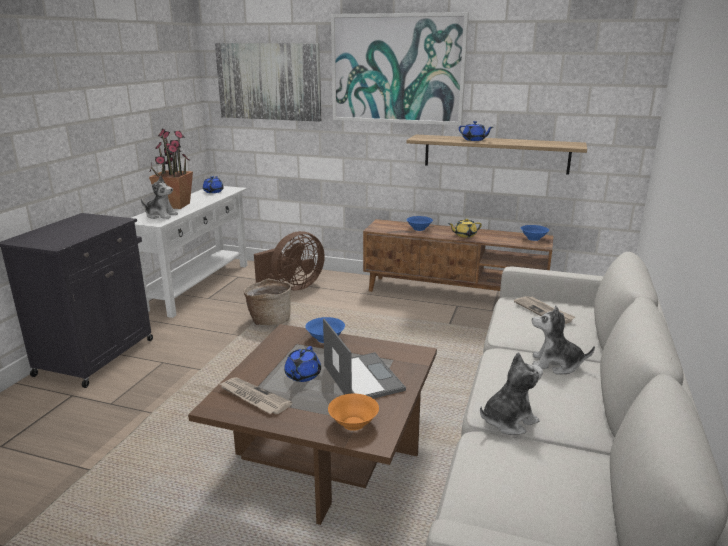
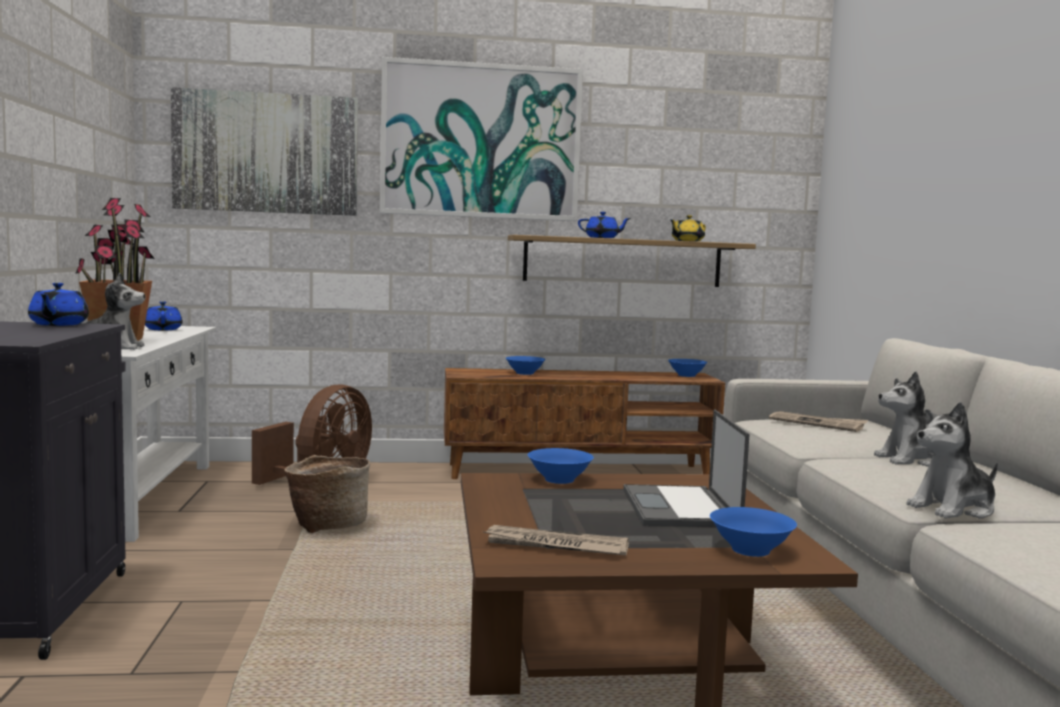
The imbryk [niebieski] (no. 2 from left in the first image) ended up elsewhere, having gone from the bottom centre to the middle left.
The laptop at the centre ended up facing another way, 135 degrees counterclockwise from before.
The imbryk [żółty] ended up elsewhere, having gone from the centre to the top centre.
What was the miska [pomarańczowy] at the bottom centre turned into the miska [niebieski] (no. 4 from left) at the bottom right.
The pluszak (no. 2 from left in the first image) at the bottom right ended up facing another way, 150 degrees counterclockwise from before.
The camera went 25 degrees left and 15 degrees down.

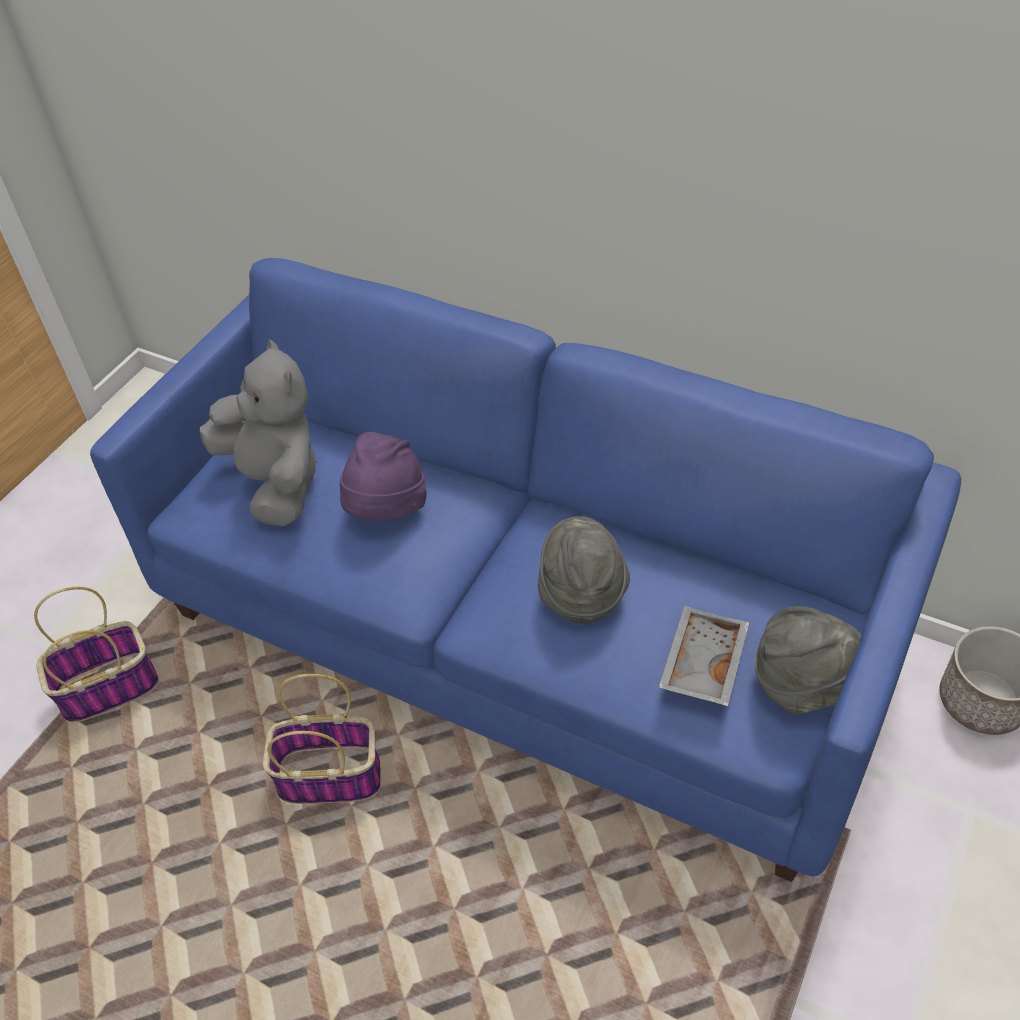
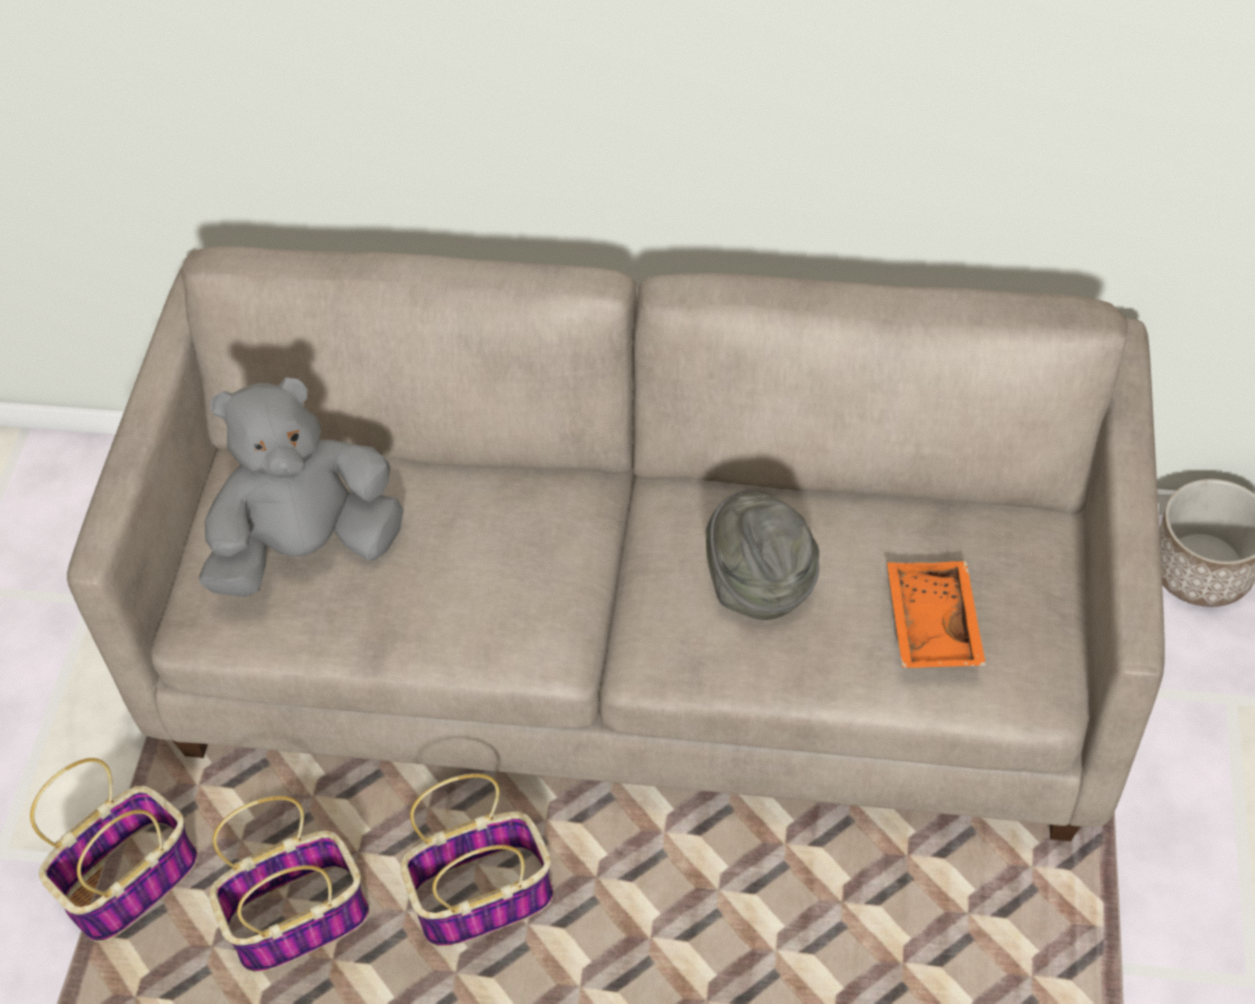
What was the kanapa [niebieski] at the centre turned into the kanapa [beżowy] at the centre.
The pluszak [szary] at the middle left ended up facing another way, 60 degrees counterclockwise from before.
The second view gained the koszyk (no. 2 from left) at the bottom left.
What was the taca [szary] at the middle right turned into the taca [pomarańczowy] at the middle right.
The second view lost the kapelusz [fioletowy] at the centre.
The second view lost the kapelusz [szary] (no. 2 from left) at the middle right.
The camera went 20 degrees left and 5 degrees up.

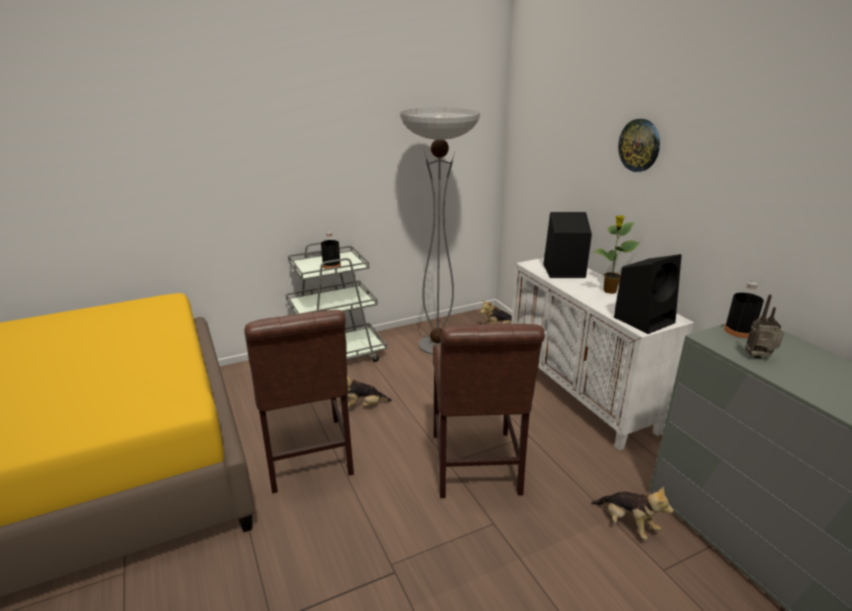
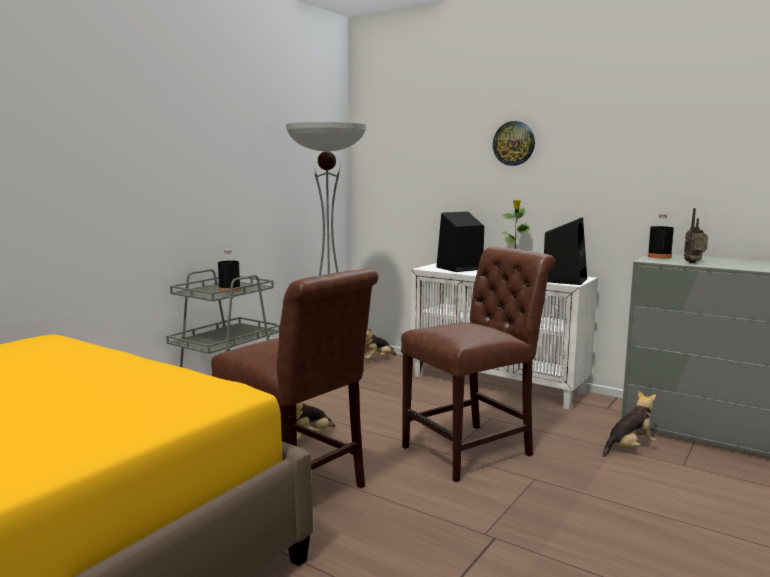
The krzesło [brązowy] (no. 2 from left) at the bottom centre ended up facing another way, 90 degrees counterclockwise from before.
The pluszak (no. 3 from left) at the bottom right ended up facing another way, 45 degrees counterclockwise from before.
The camera went 30 degrees left and 15 degrees down.

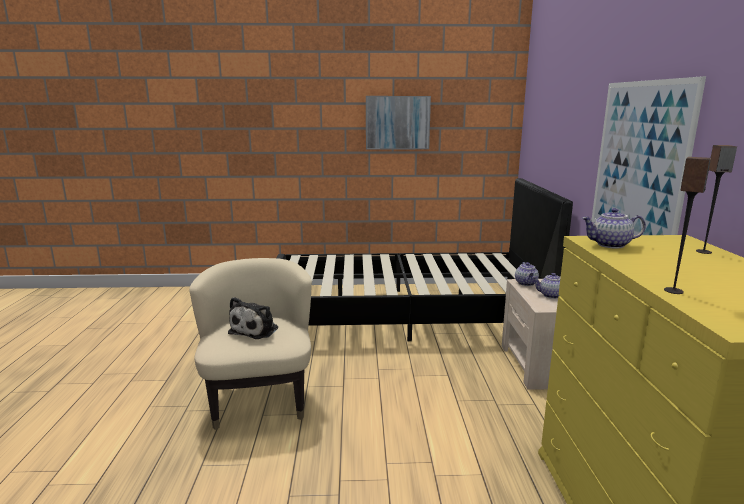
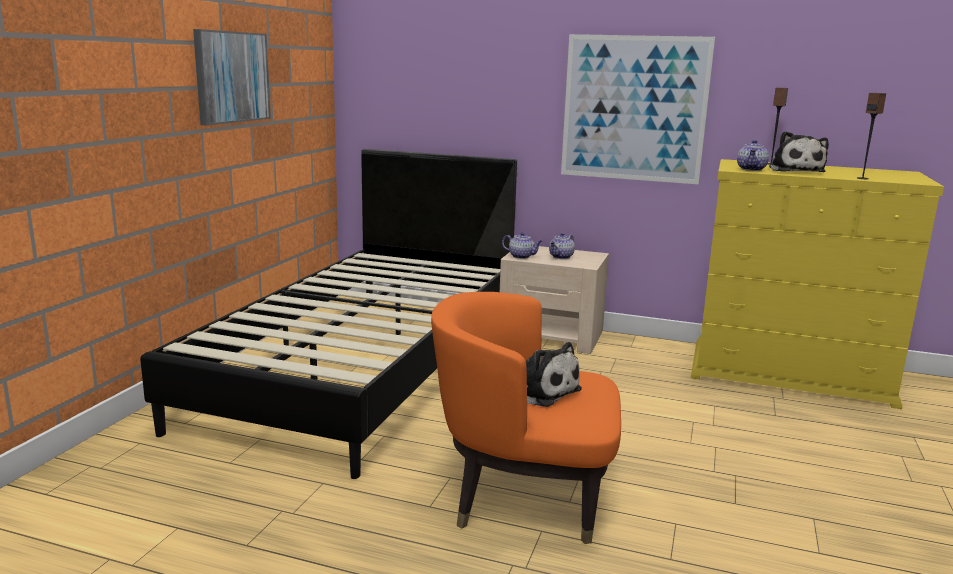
What was the fotel [beżowy] at the bottom centre turned into the fotel [pomarańczowy] at the bottom centre.
The second view gained the pluszak (no. 2 from left) at the top right.
The camera went 70 degrees left and 0 degrees up.

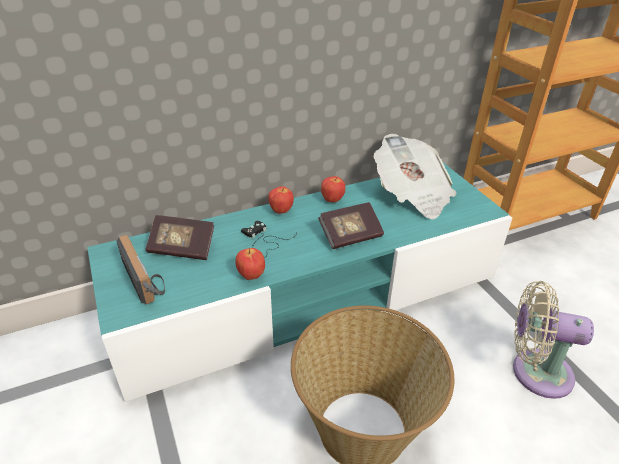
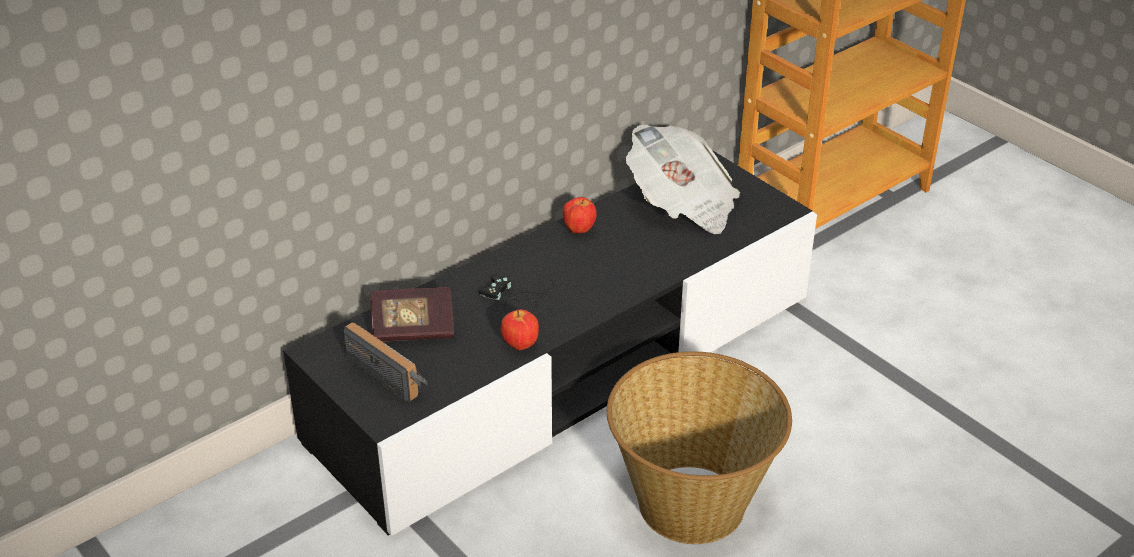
What was the szafka pod telewizor [turkusowy] at the centre turned into the szafka pod telewizor [czarny] at the centre.
The second view lost the jabłko (no. 2 from left) at the centre.
The second view lost the książka (no. 2 from left) at the centre.
The second view lost the wentylator [beżowy] at the bottom right.
The camera went 15 degrees left and 0 degrees up.

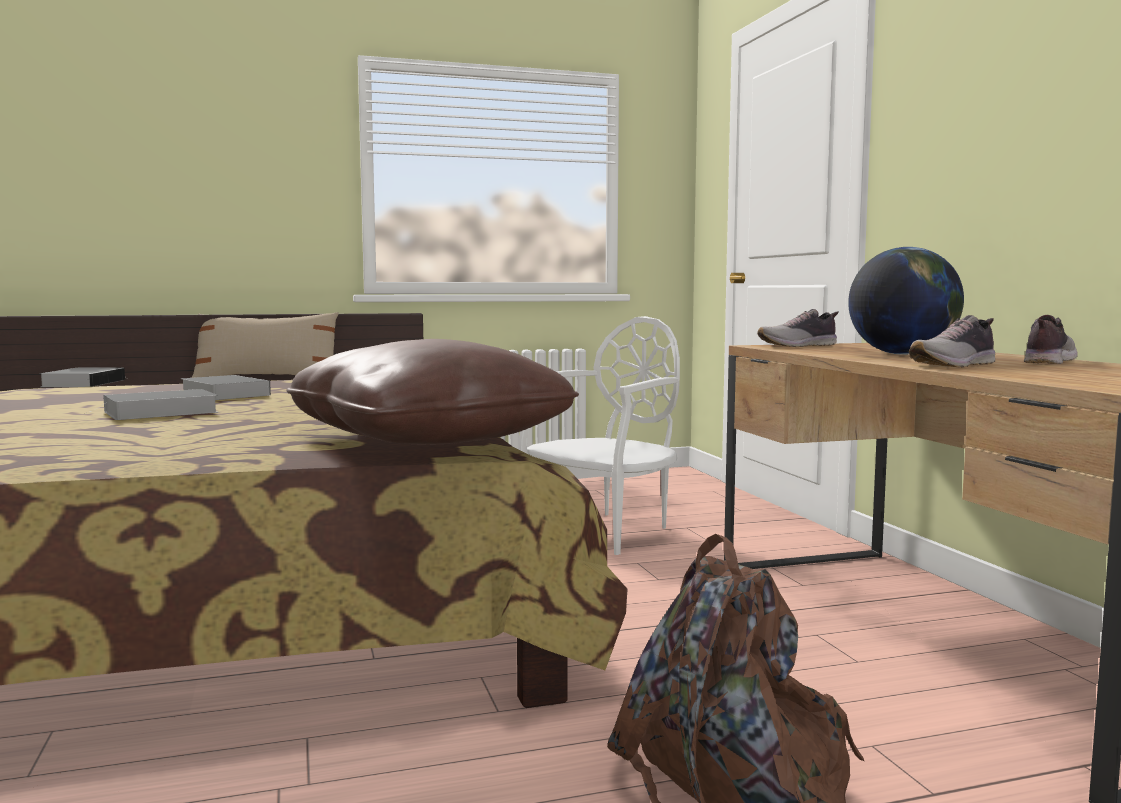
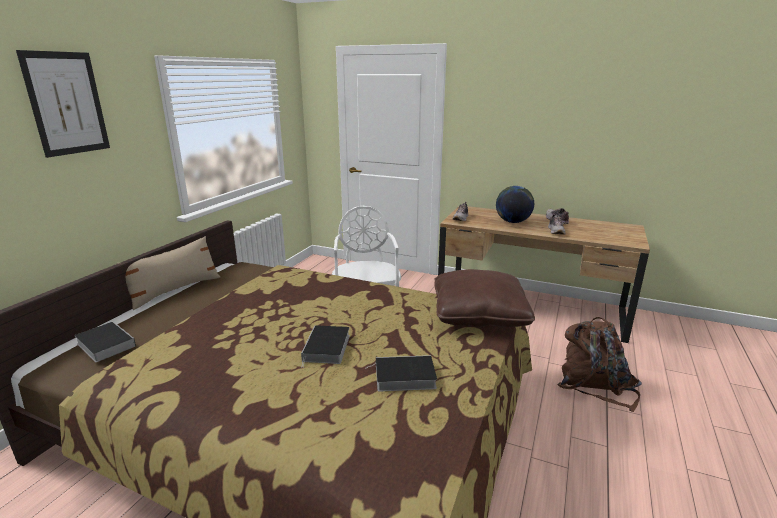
The second view gained the obraz at the top left.
The książka (no. 3 from left) ended up elsewhere, having gone from the middle left to the bottom centre.
The camera went 50 degrees left and 15 degrees up.

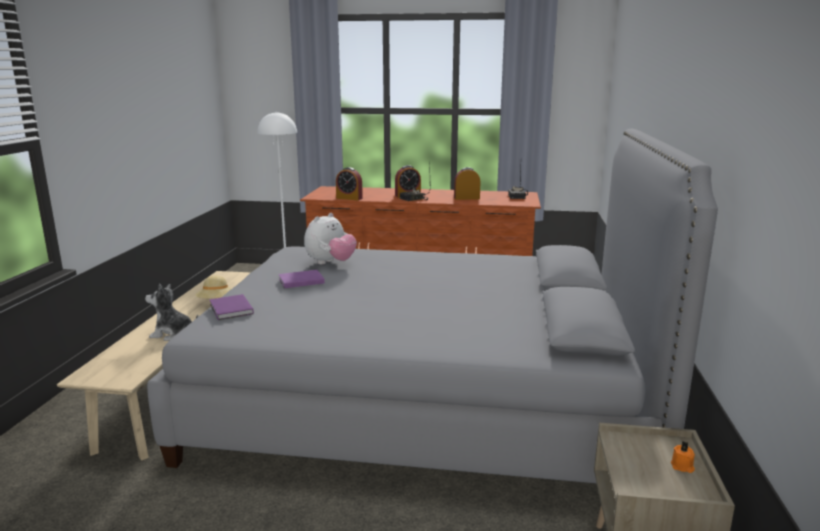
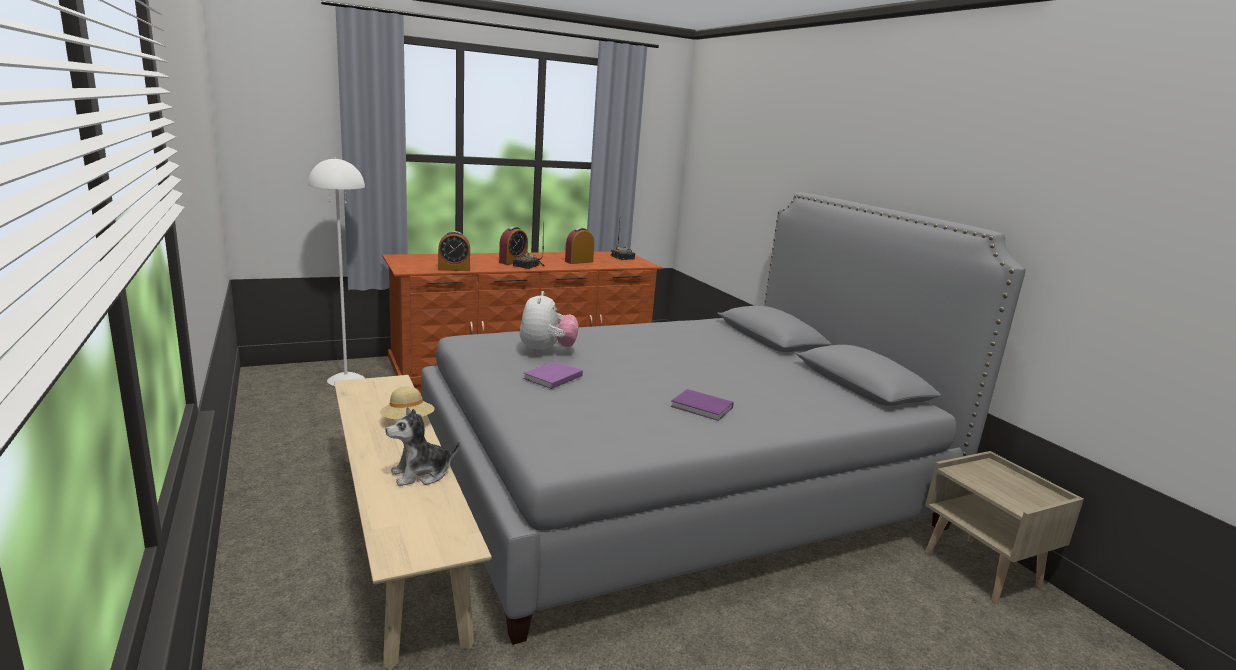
The książka [fioletowy] (no. 1 from left in the first image) ended up elsewhere, having gone from the middle left to the centre.
The second view lost the świeca [pomarańczowy] at the bottom right.
The camera went 35 degrees left and 0 degrees up.

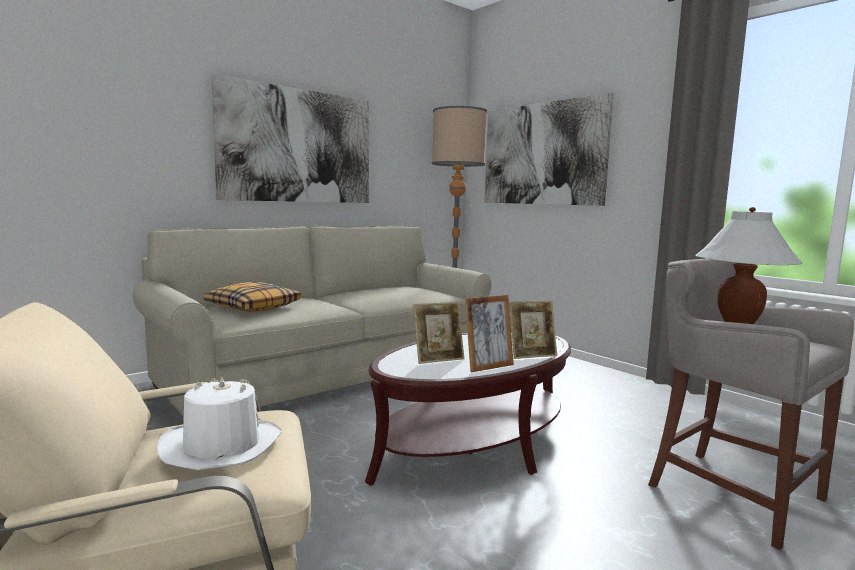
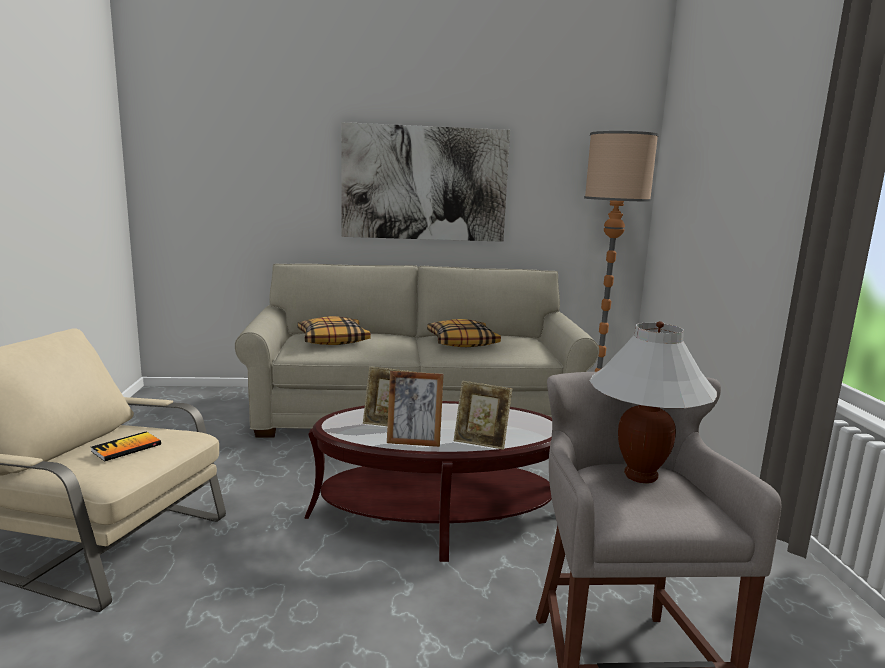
Where the kapelusz [biały] stood at the bottom left, the książka came to stand at the bottom left.
The second view gained the poduszka (no. 2 from left) at the centre.
The second view lost the obraz (no. 2 from left) at the top centre.
The camera went 35 degrees right and 5 degrees up.

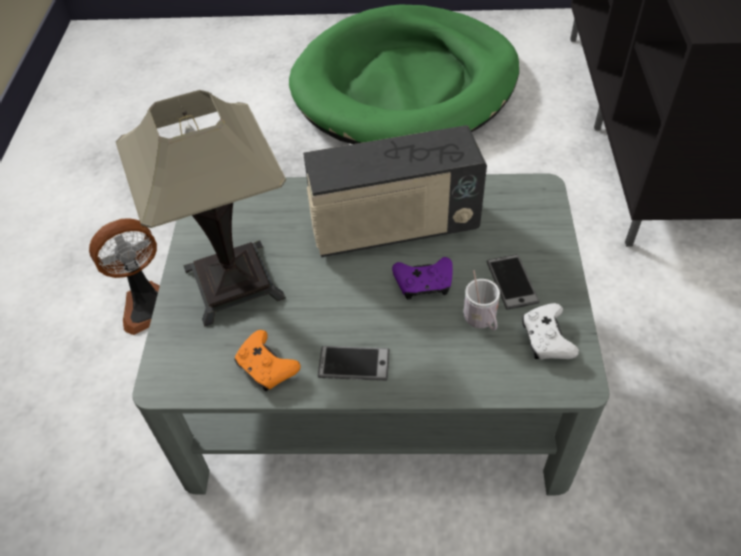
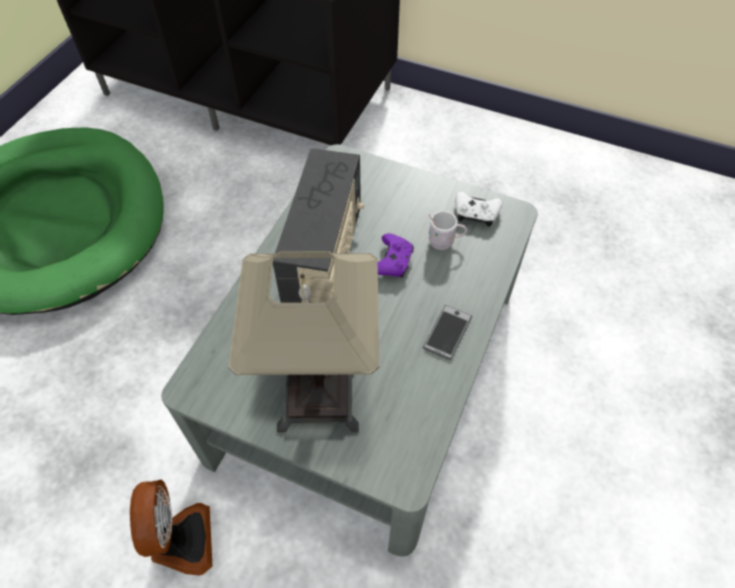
The second view lost the pad do gier [pomarańczowy] at the centre.
The second view lost the telefon (no. 2 from left) at the middle right.
The camera went 70 degrees left and 5 degrees up.

